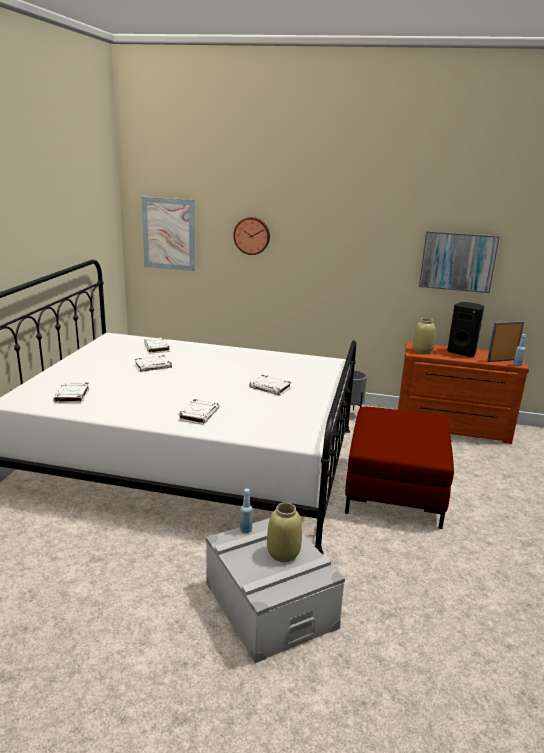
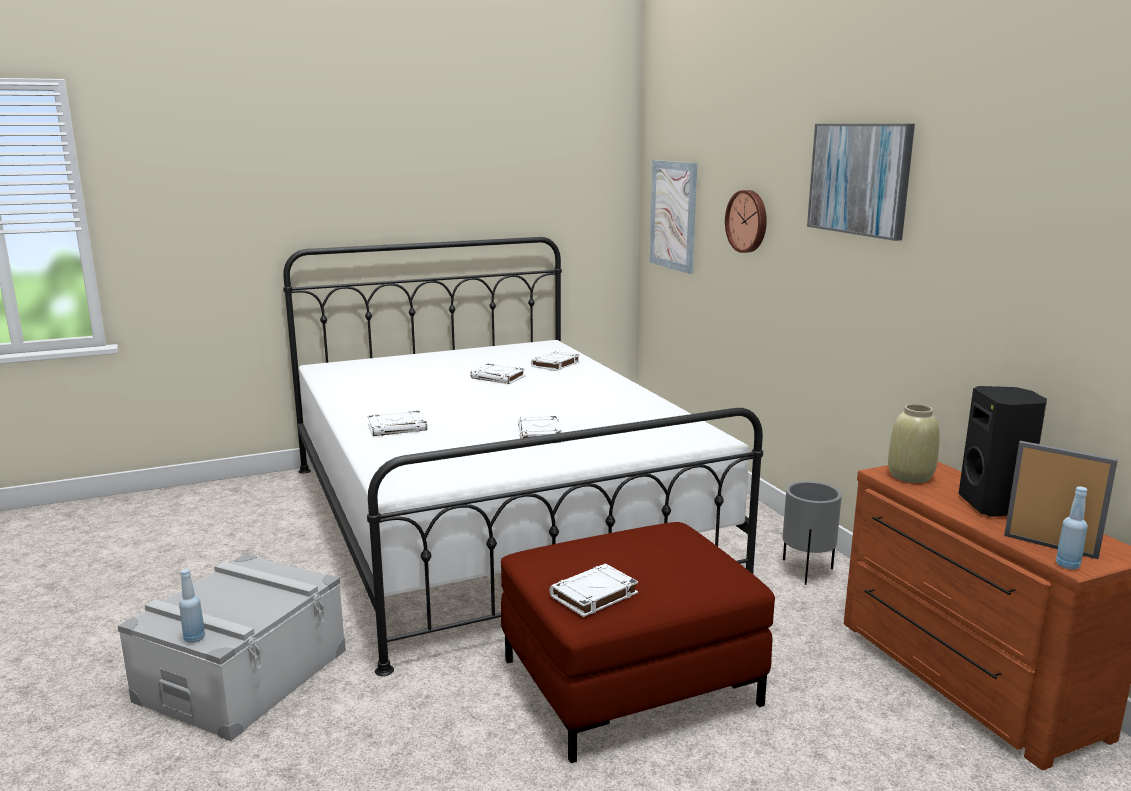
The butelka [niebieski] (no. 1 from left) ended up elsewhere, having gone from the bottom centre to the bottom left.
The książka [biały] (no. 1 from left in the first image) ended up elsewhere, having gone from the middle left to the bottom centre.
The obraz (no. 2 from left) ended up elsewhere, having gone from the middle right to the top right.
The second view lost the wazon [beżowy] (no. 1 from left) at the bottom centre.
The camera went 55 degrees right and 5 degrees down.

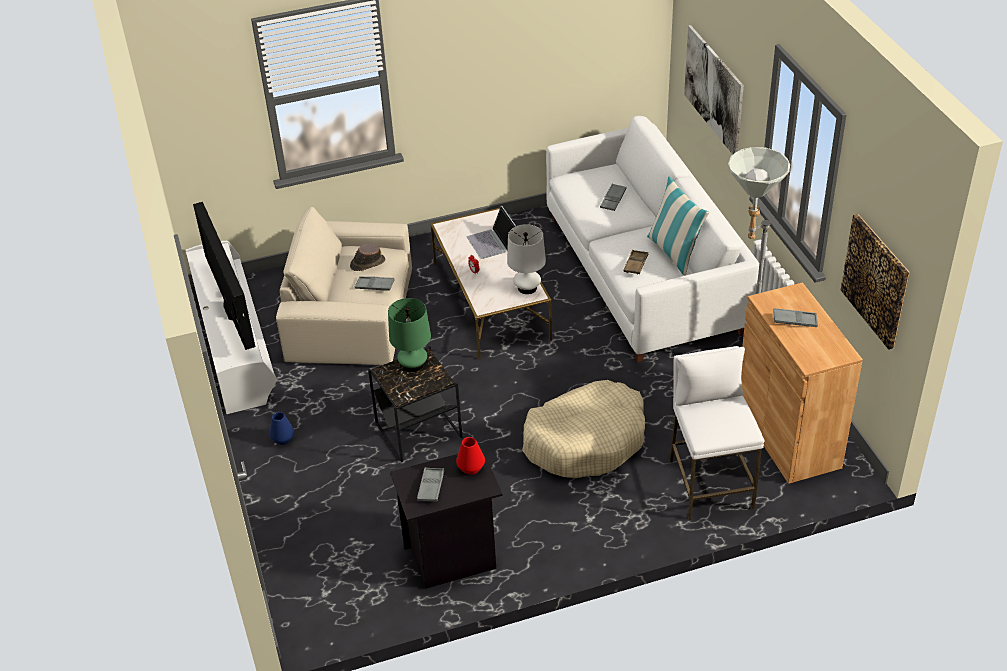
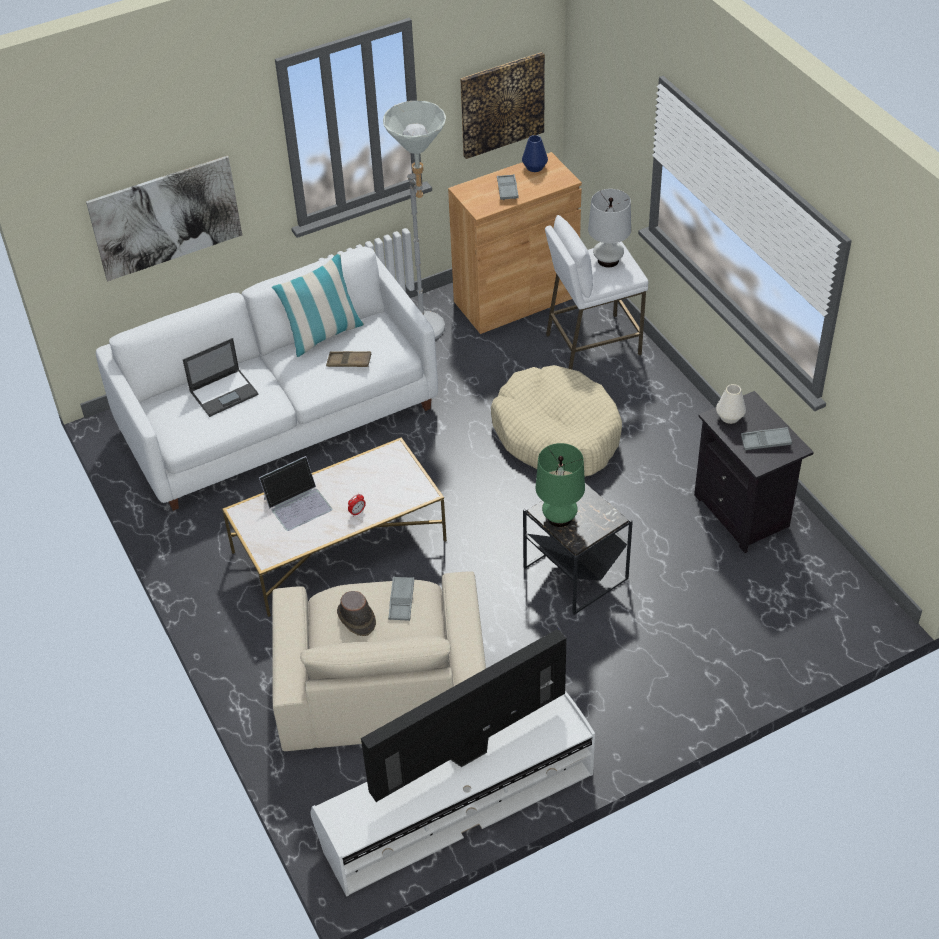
Where the taca [szary] (no. 3 from left) stood at the top centre, the laptop (no. 1 from left) came to stand at the middle left.
The wazon [niebieski] ended up elsewhere, having gone from the middle left to the top centre.
The lampa stołowa [biały] ended up elsewhere, having gone from the centre to the top centre.
What was the wazon [czerwony] at the bottom centre turned into the wazon [biały] at the middle right.
The camera went 100 degrees left and 5 degrees up.

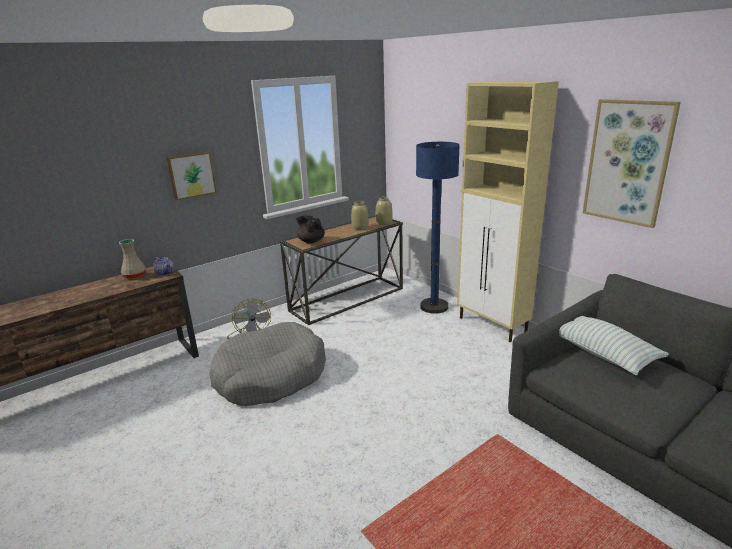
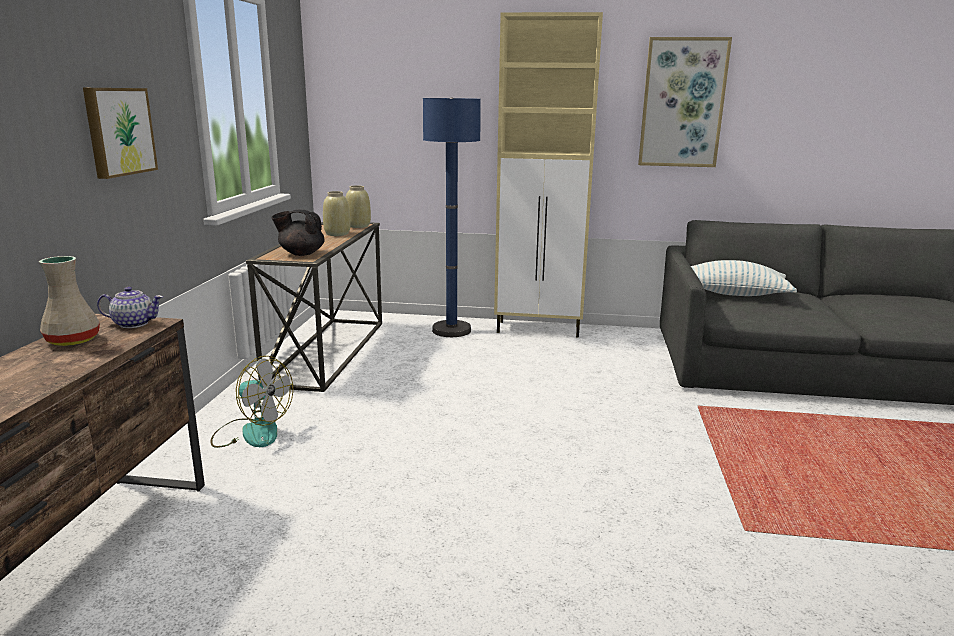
The second view lost the legowisko [szary] at the centre.
The camera went 45 degrees left and 5 degrees down.

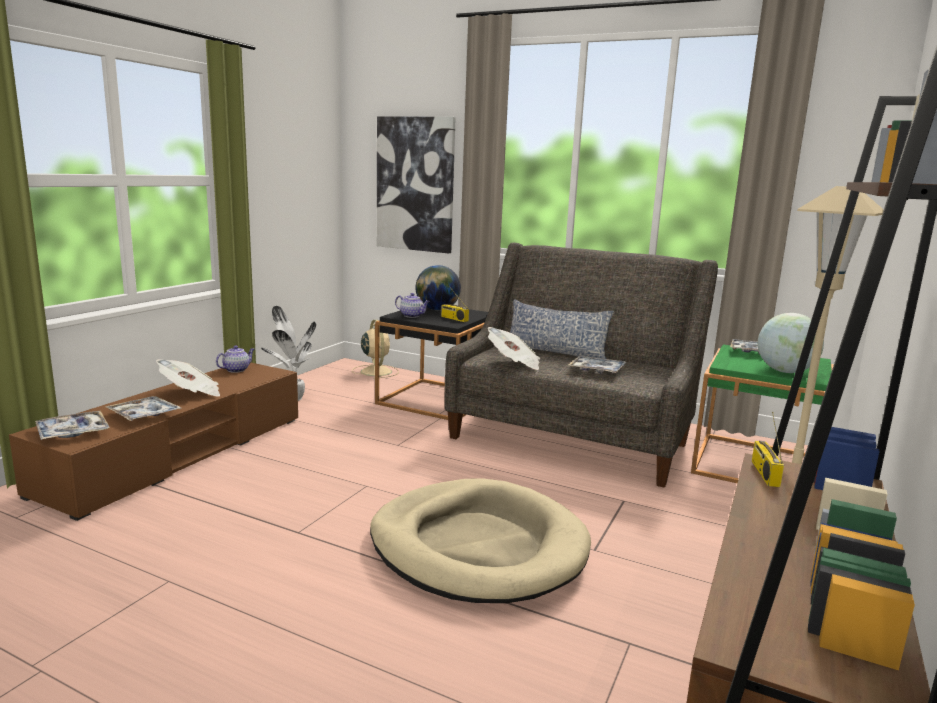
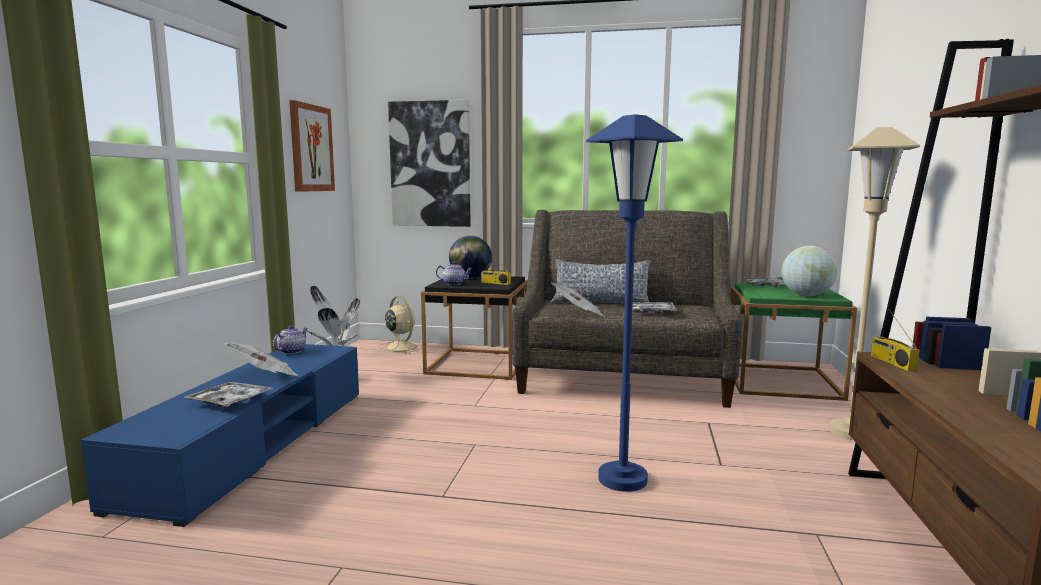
What was the szafka pod telewizor [brązowy] at the middle left turned into the szafka pod telewizor [niebieski] at the bottom left.
The second view gained the obraz (no. 1 from left) at the top left.
Where the legowisko [beżowy] stood at the bottom centre, the lampa stojąca [niebieski] came to stand at the centre.
The second view lost the taca (no. 1 from left) at the middle left.
The camera went 15 degrees left and 5 degrees down.

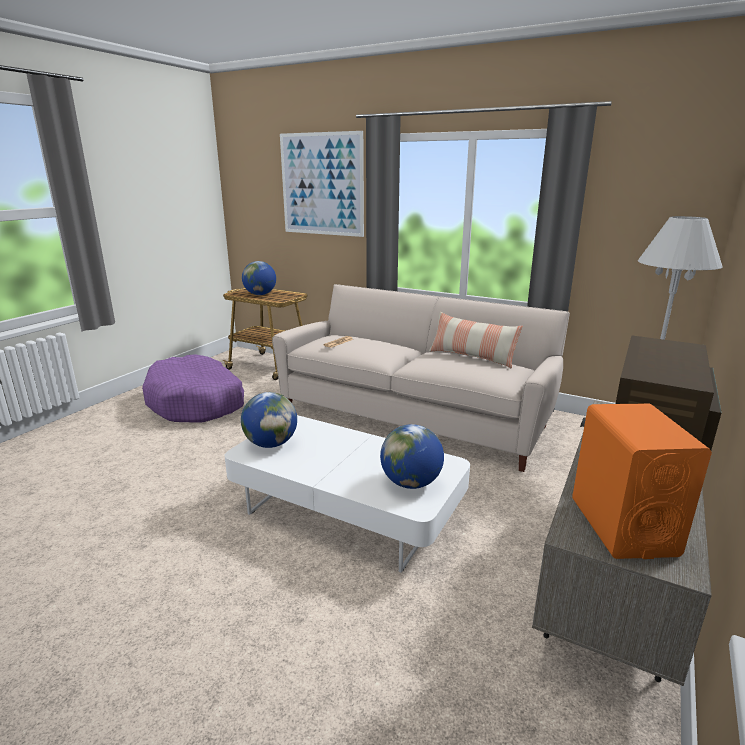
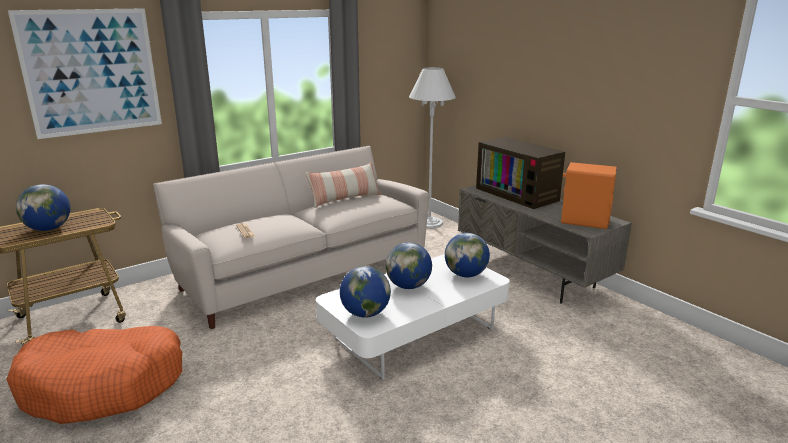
What was the legowisko [fioletowy] at the middle left turned into the legowisko [pomarańczowy] at the bottom left.
The second view gained the globus (no. 3 from left) at the centre.
The camera went 65 degrees left and 0 degrees up.

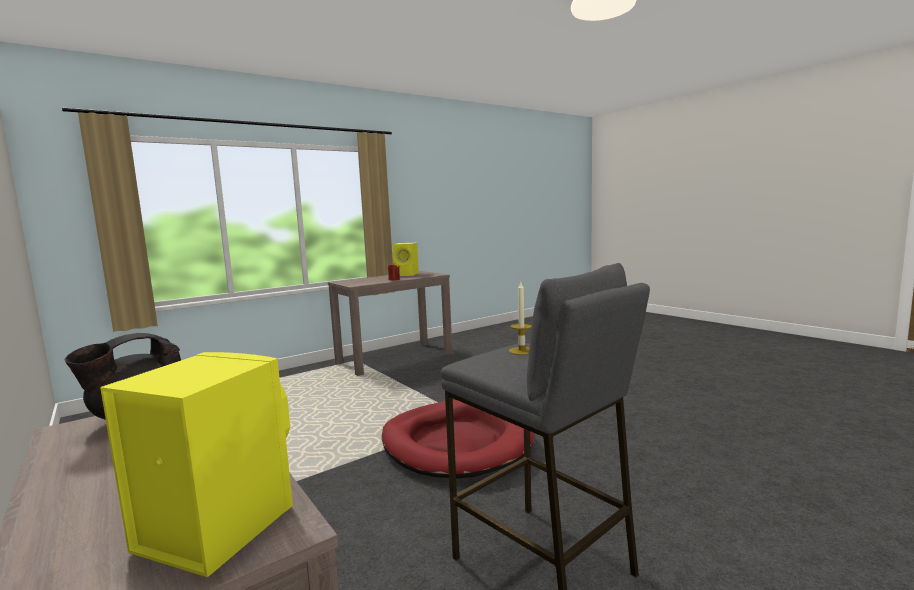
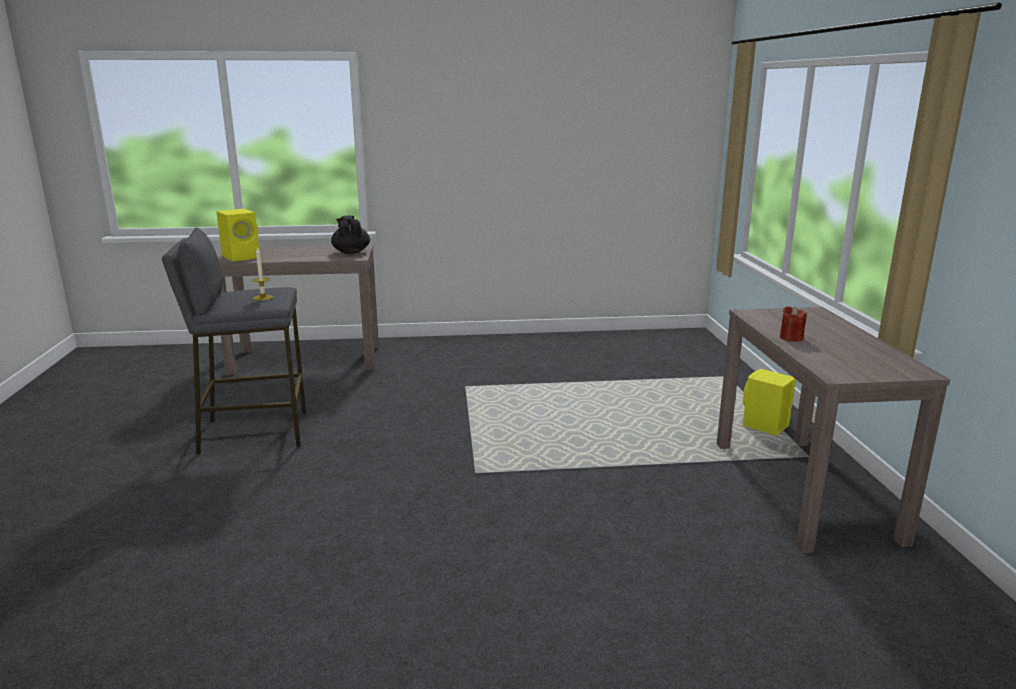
The głośnik [żółty] (no. 2 from left) ended up elsewhere, having gone from the centre to the middle right.
The second view lost the legowisko [czerwony] at the bottom centre.
The camera went 120 degrees right and 10 degrees up.

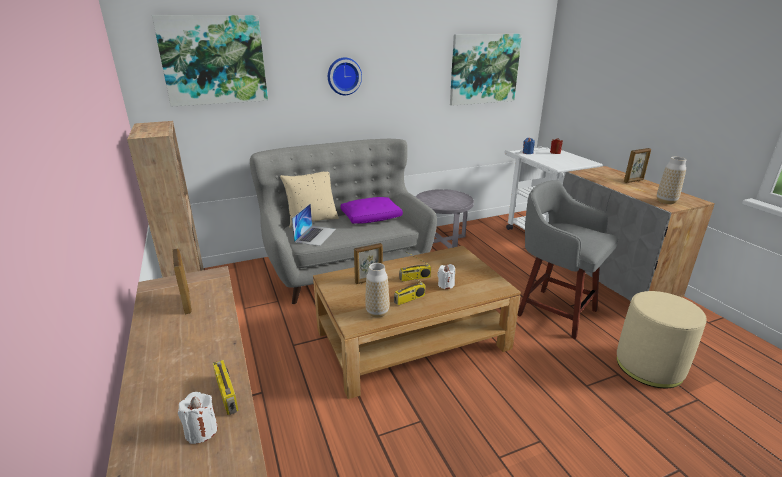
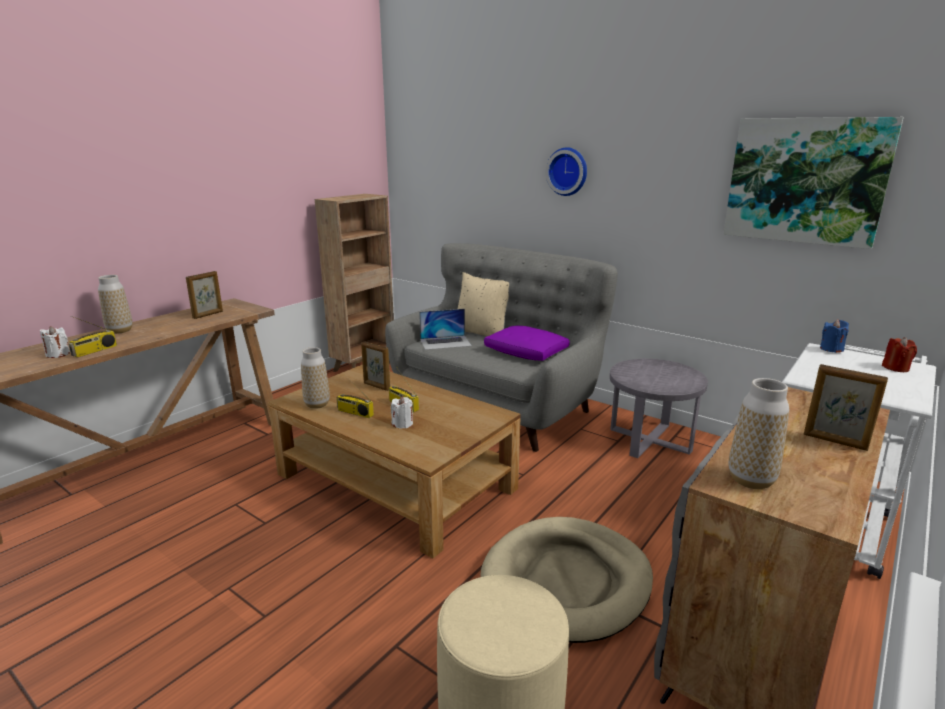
The second view gained the wazon (no. 1 from left) at the middle left.
Where the stołek [szary] stood at the middle right, the legowisko [beżowy] came to stand at the bottom centre.
The second view lost the obraz (no. 1 from left) at the top left.
The camera went 60 degrees right and 5 degrees down.

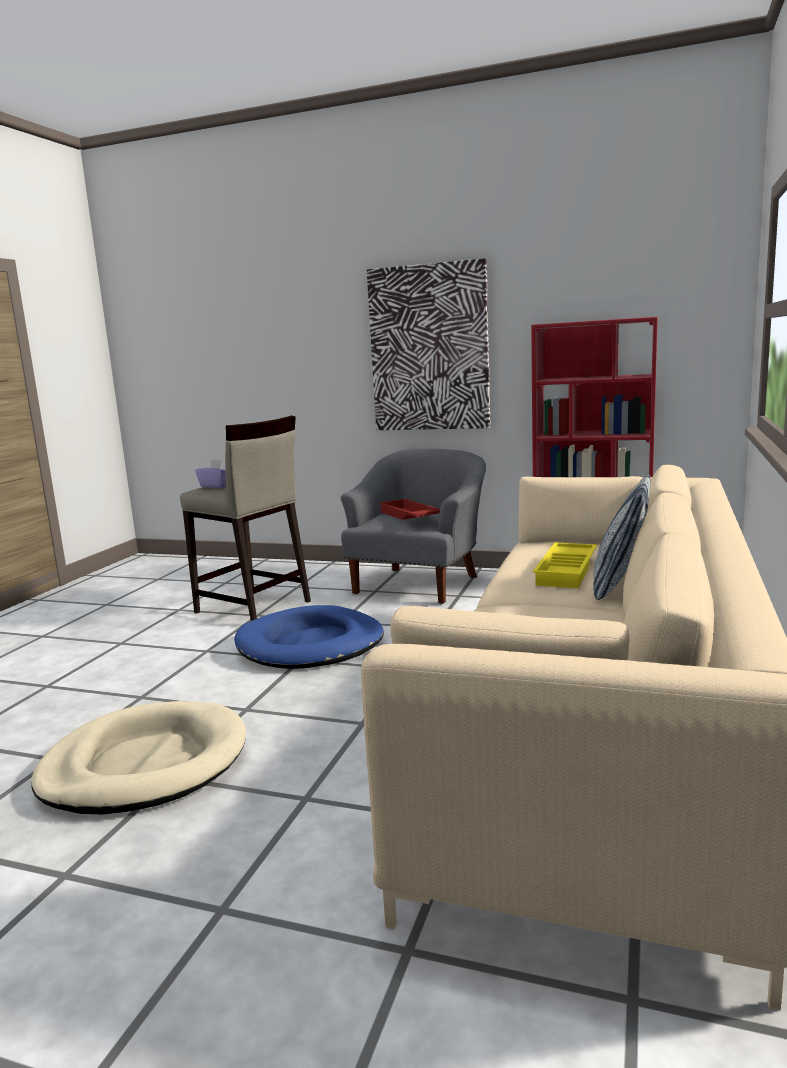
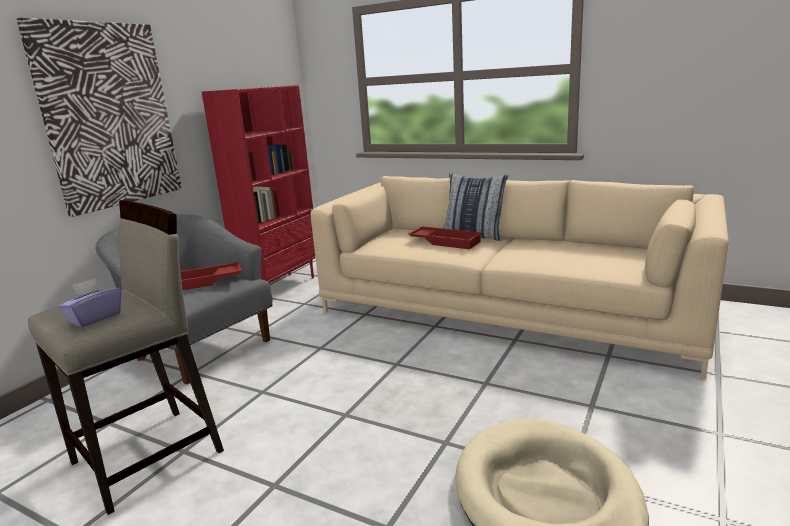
What was the taca [żółty] at the middle right turned into the taca [czerwony] (no. 2 from left) at the centre.
The second view lost the legowisko [niebieski] at the centre.
The camera went 80 degrees left and 5 degrees up.

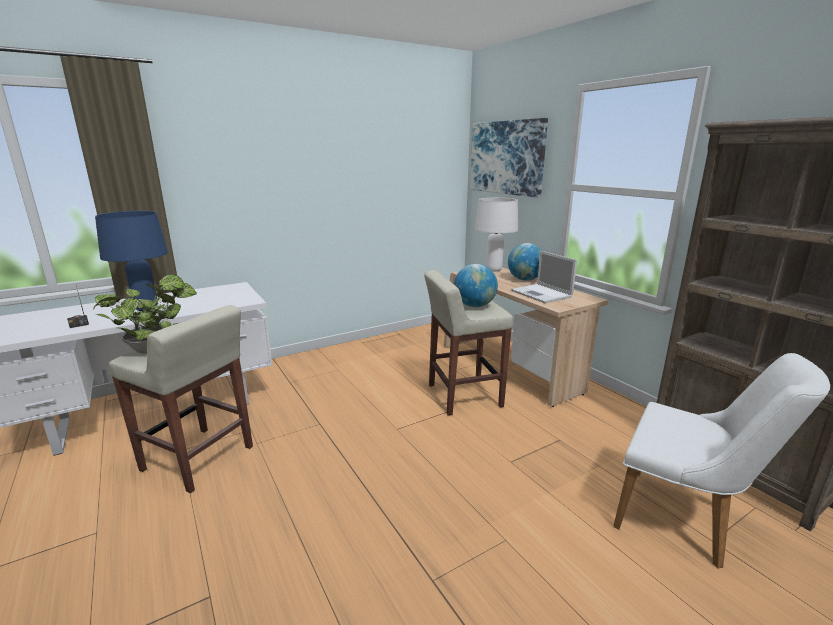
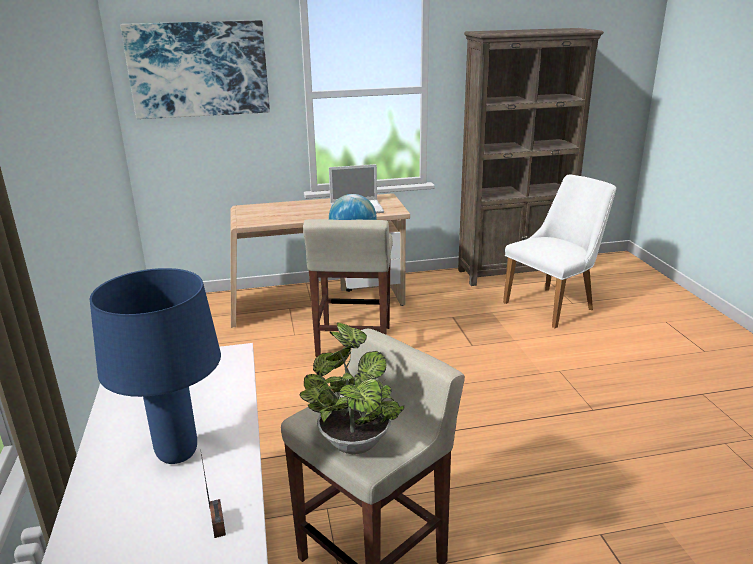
The second view lost the lampa stołowa [biały] at the centre.
The second view lost the globus (no. 2 from left) at the centre.
The camera went 70 degrees left and 5 degrees up.

